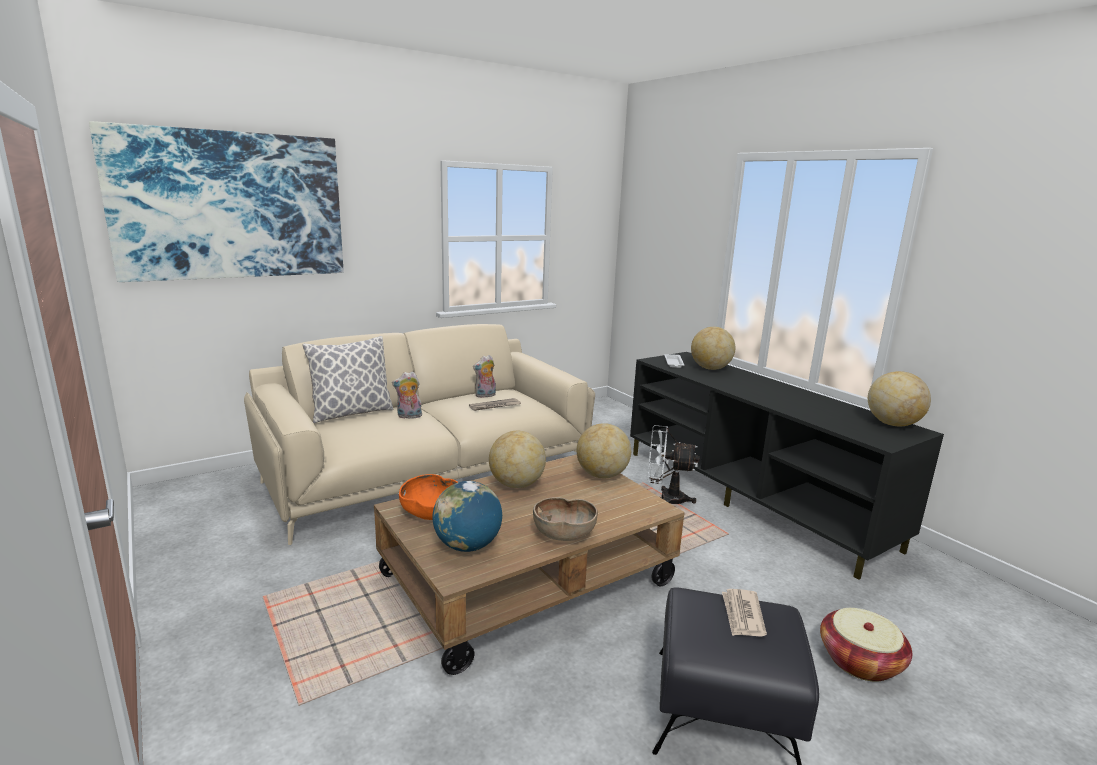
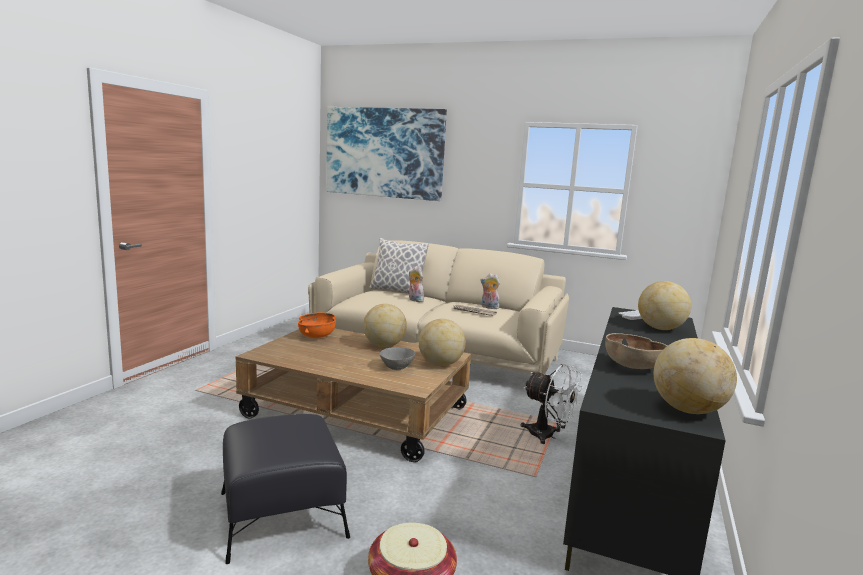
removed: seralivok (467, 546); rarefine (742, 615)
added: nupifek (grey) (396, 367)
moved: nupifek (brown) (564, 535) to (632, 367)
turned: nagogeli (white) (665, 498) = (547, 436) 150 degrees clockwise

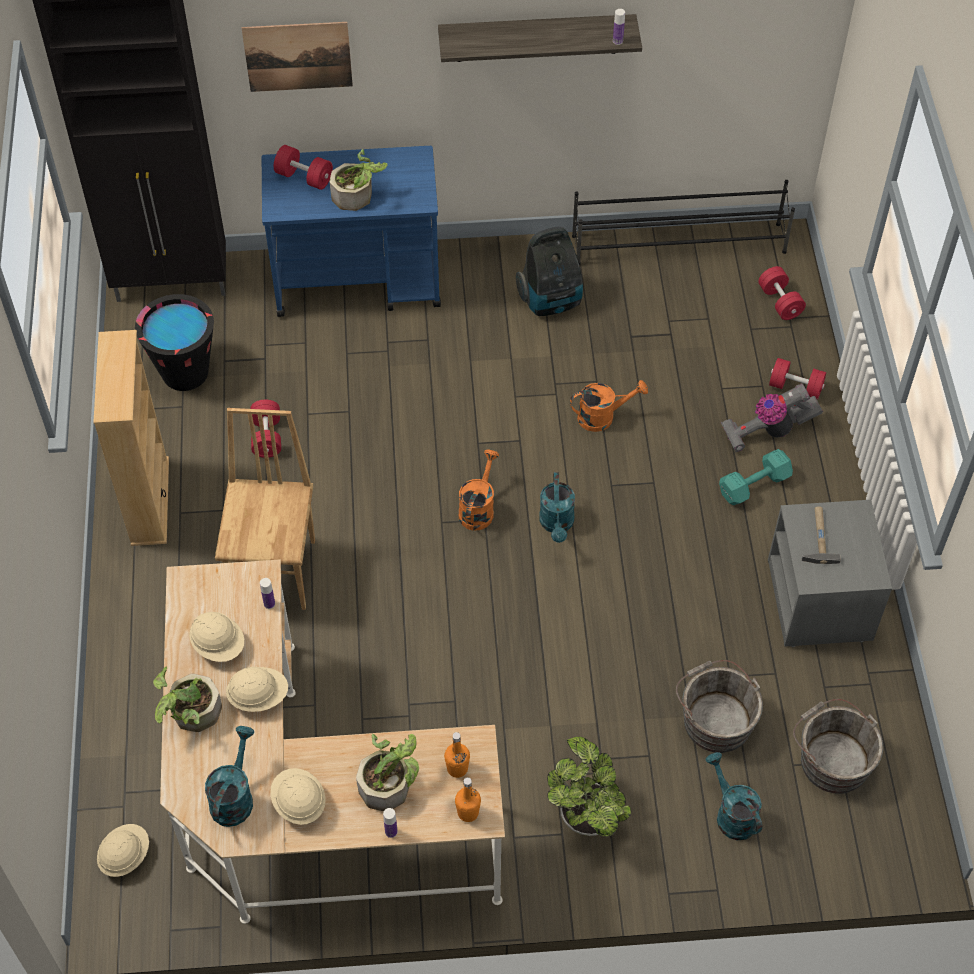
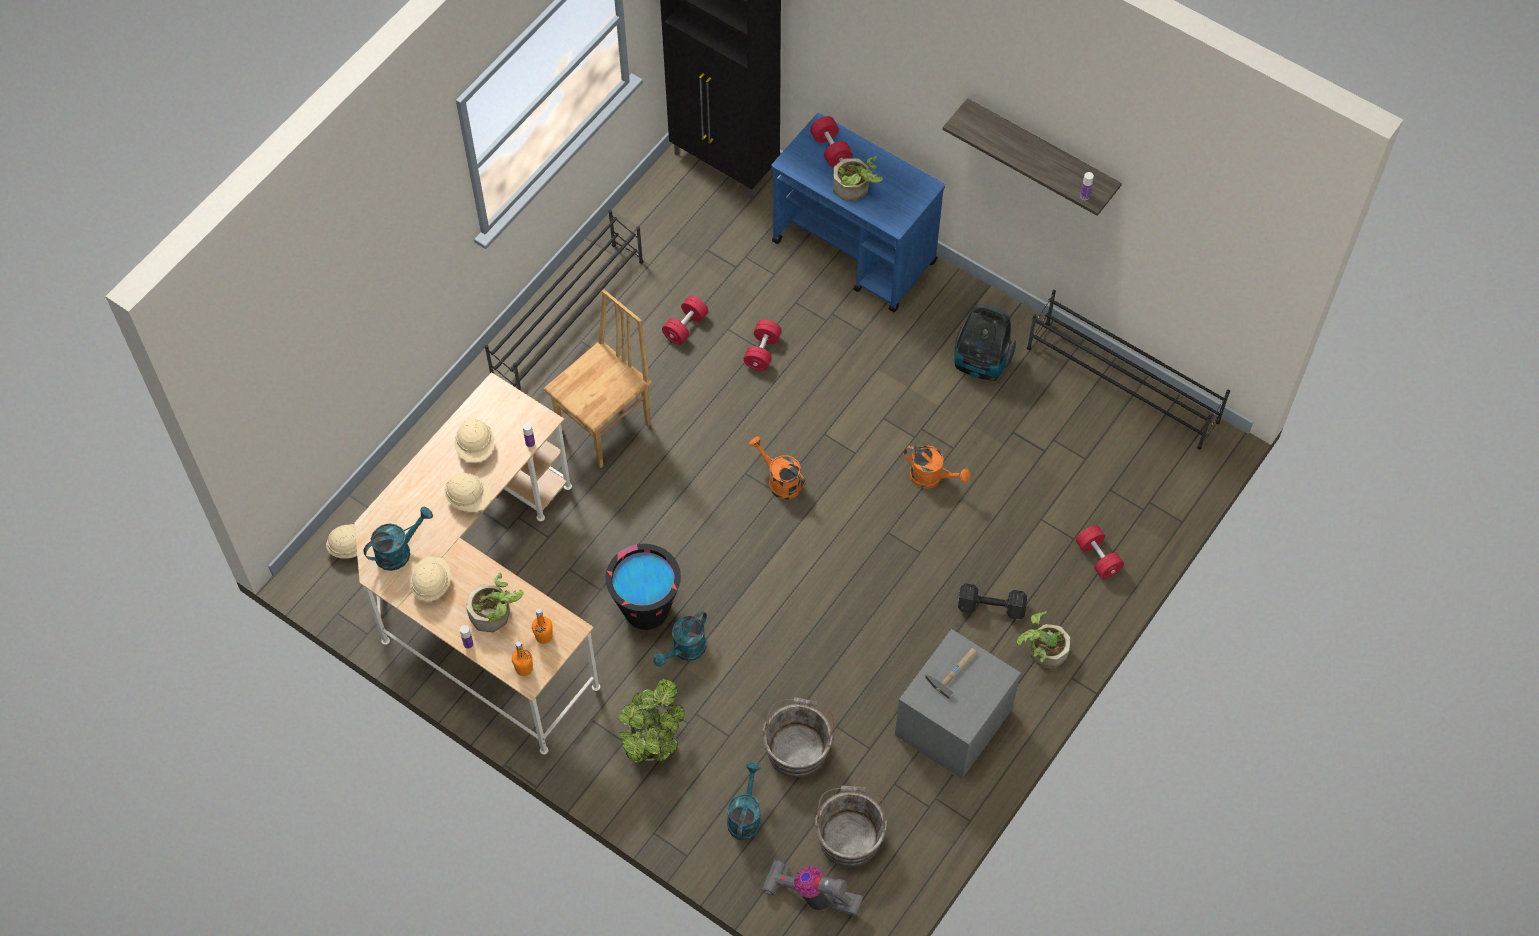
removed: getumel (298, 56)
moved: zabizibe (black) (185, 372) to (646, 609); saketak (190, 714) to (1042, 651); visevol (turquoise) (557, 524) to (685, 651); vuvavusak (768, 431) to (811, 895); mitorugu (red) (780, 302) to (762, 352)
replaced: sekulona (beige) (149, 501) to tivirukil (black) (569, 319)
recoloured: mitorugu (turquoise) (756, 485) to mitorugu (black) (992, 608)
turned: visevol (orange) (478, 508) = (779, 481) 105 degrees counterclockwise

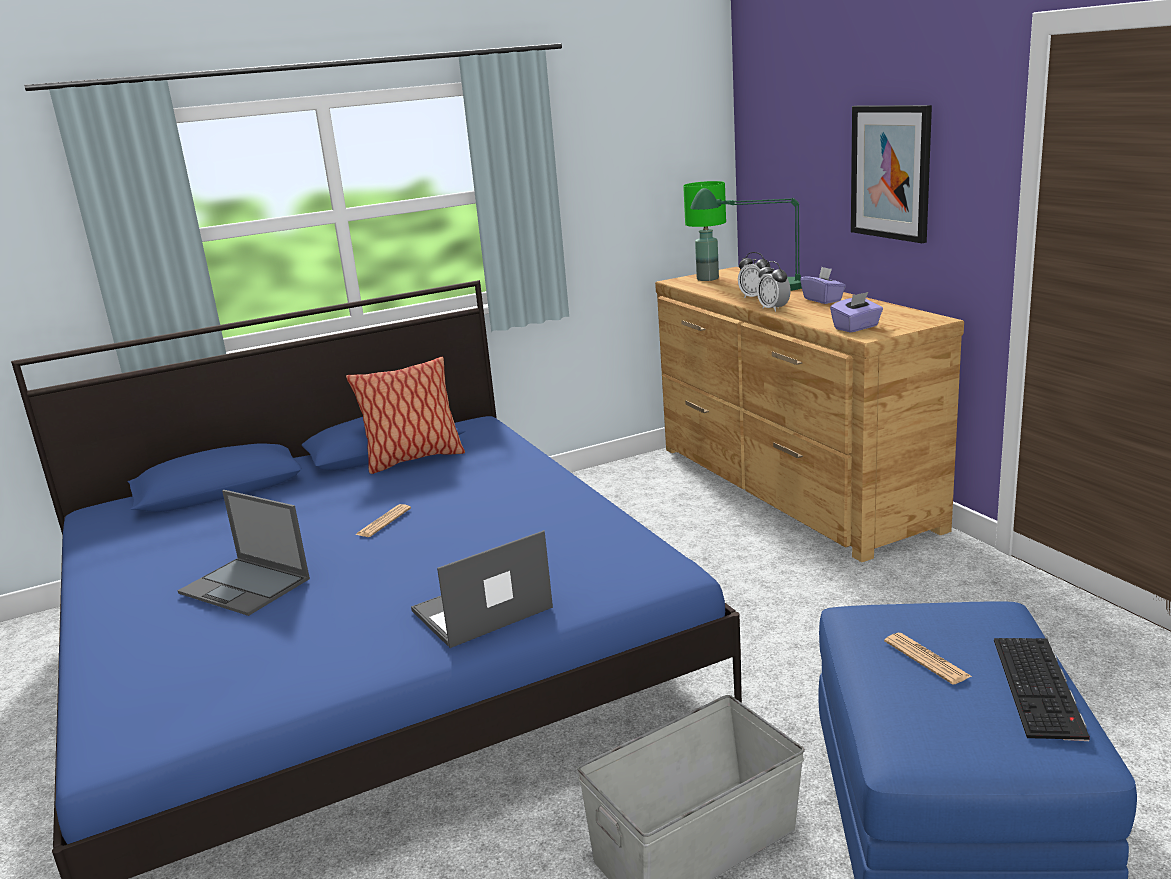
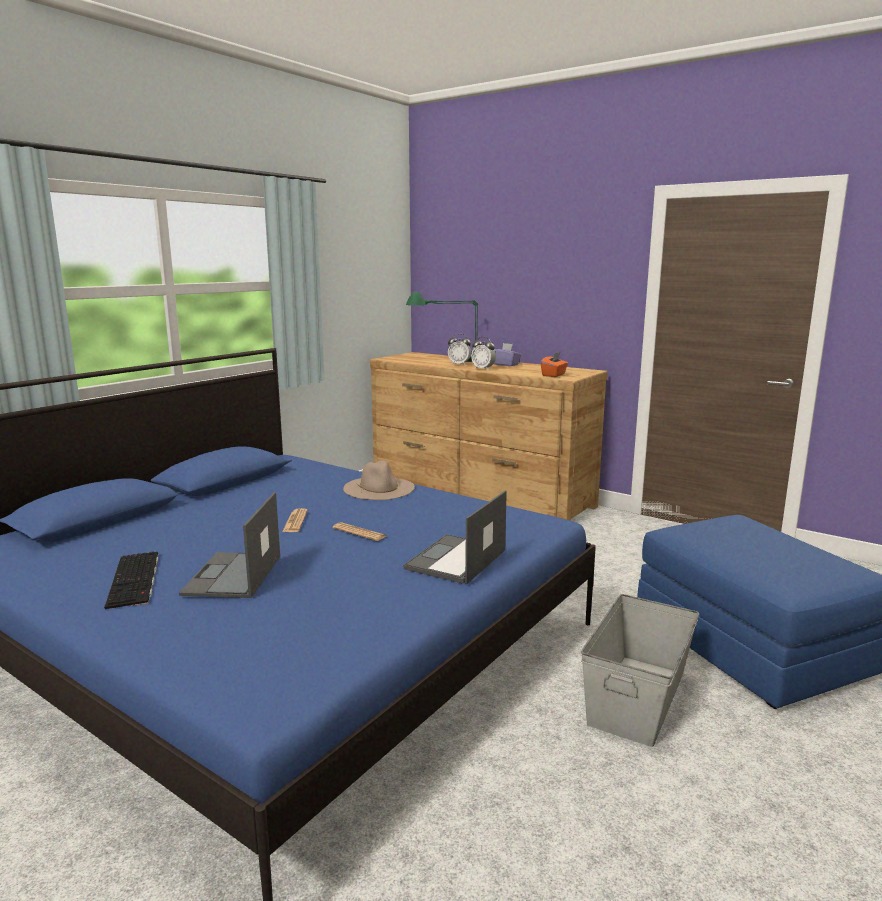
removed: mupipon (413, 459); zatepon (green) (708, 279); getumel (891, 172)
added: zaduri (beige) (379, 488)
moved: rarefine (926, 659) to (359, 532); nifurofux (1040, 688) to (135, 580)
recoloured: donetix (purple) (856, 327) to donetix (orange) (554, 375)
turned: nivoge (246, 586) = (233, 575) 90 degrees clockwise

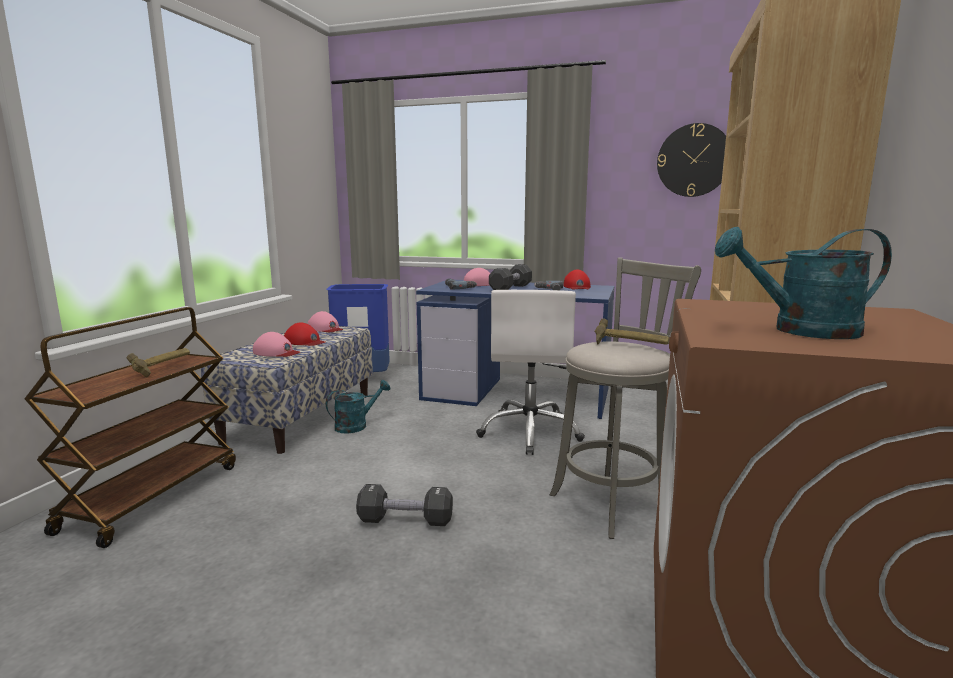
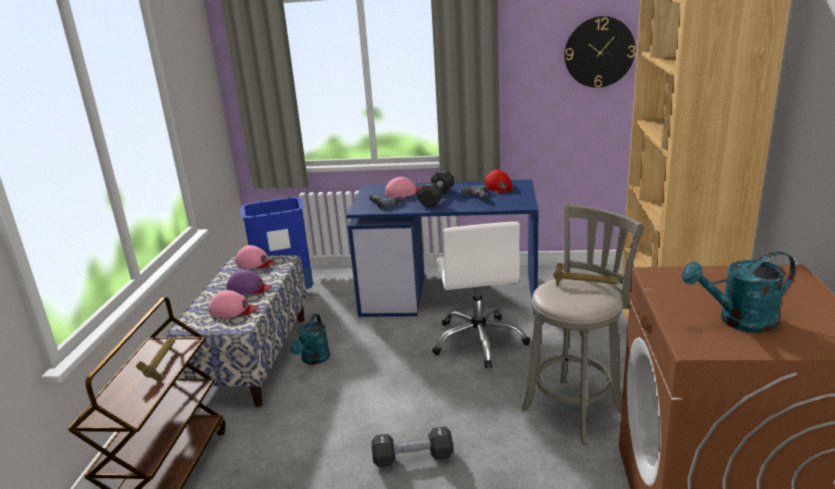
recoloured: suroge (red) (305, 342) to suroge (purple) (249, 288)
turned: visevol (turquoise) (356, 425) = (314, 359) 150 degrees clockwise

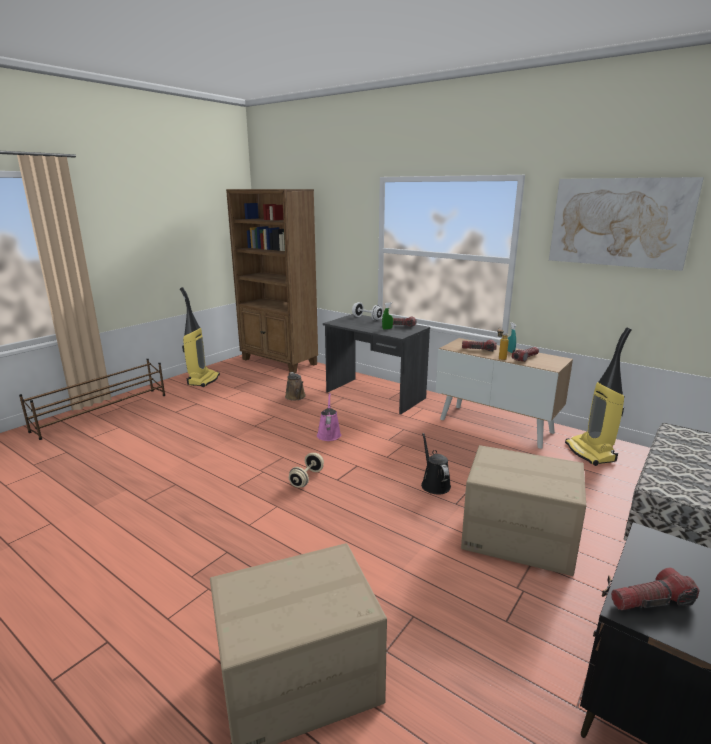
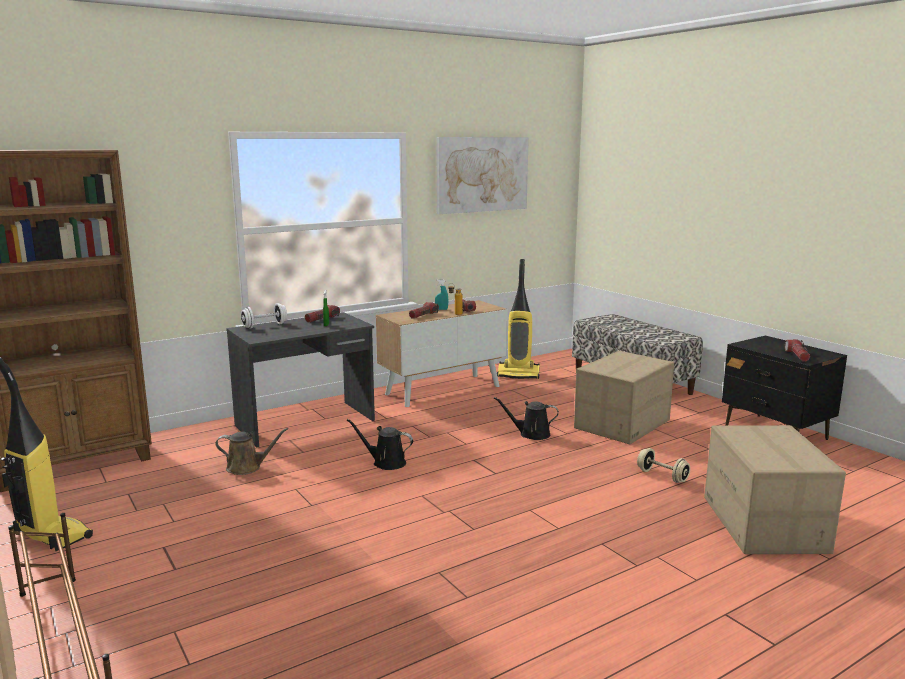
moved: mitorugu (beige) (307, 478) to (662, 476)
recoloured: visevol (pink) (329, 434) to visevol (black) (386, 463)

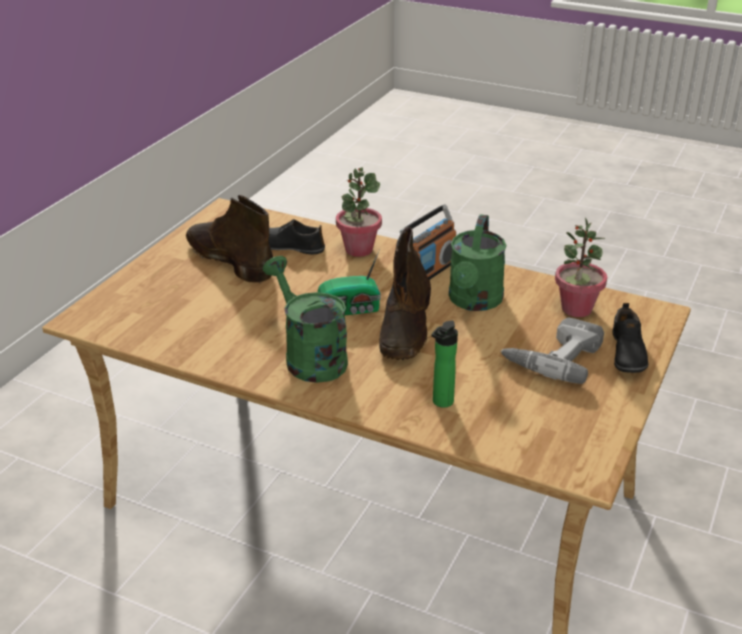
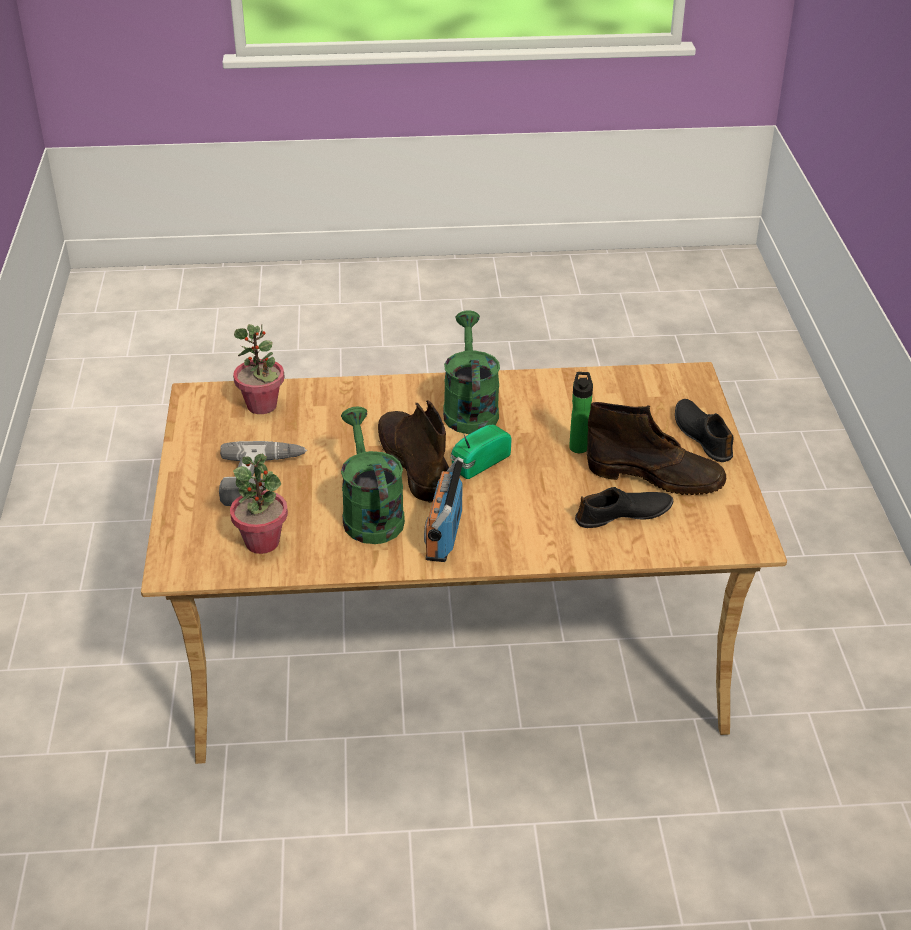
moved: saketak (358, 249) to (262, 405); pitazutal (441, 403) to (578, 445); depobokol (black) (626, 353) to (702, 435)
turned: visevol (green) (309, 357) = (469, 408) 120 degrees counterclockwise

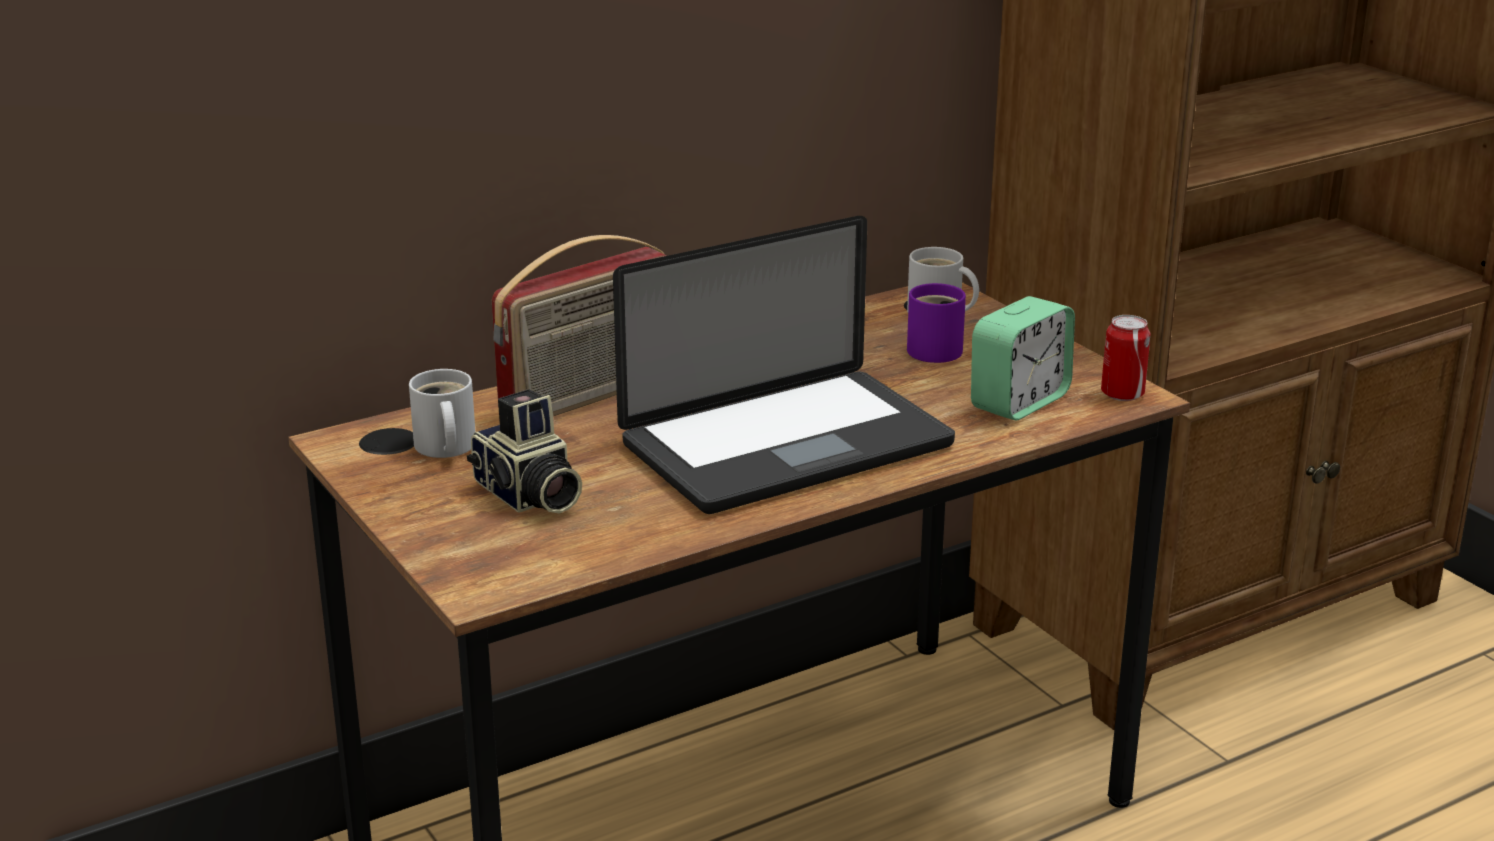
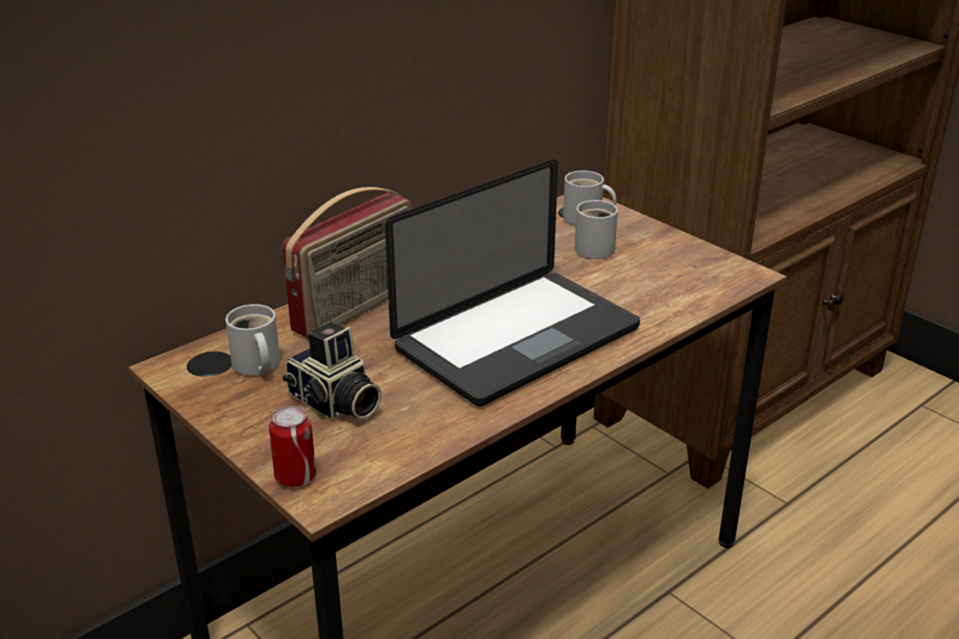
removed: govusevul (1019, 402)
moved: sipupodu (1122, 394) to (295, 477)
recoloured: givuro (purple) (934, 349) to givuro (white) (593, 247)

